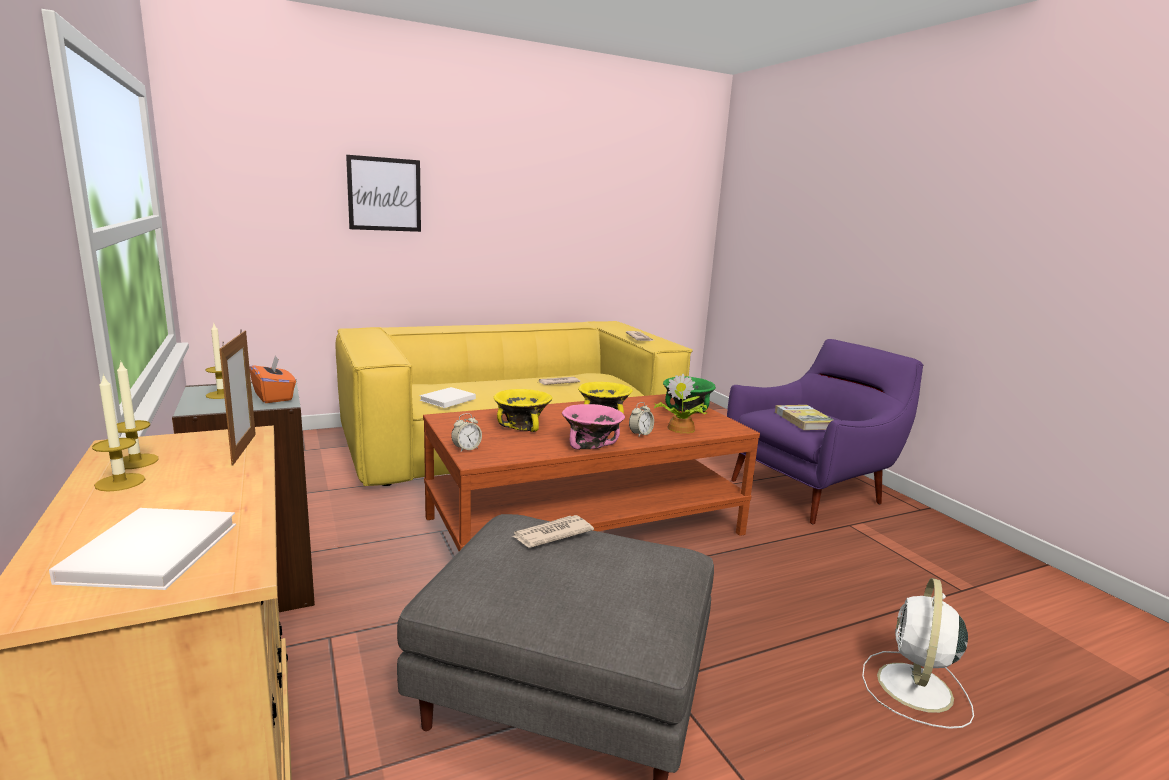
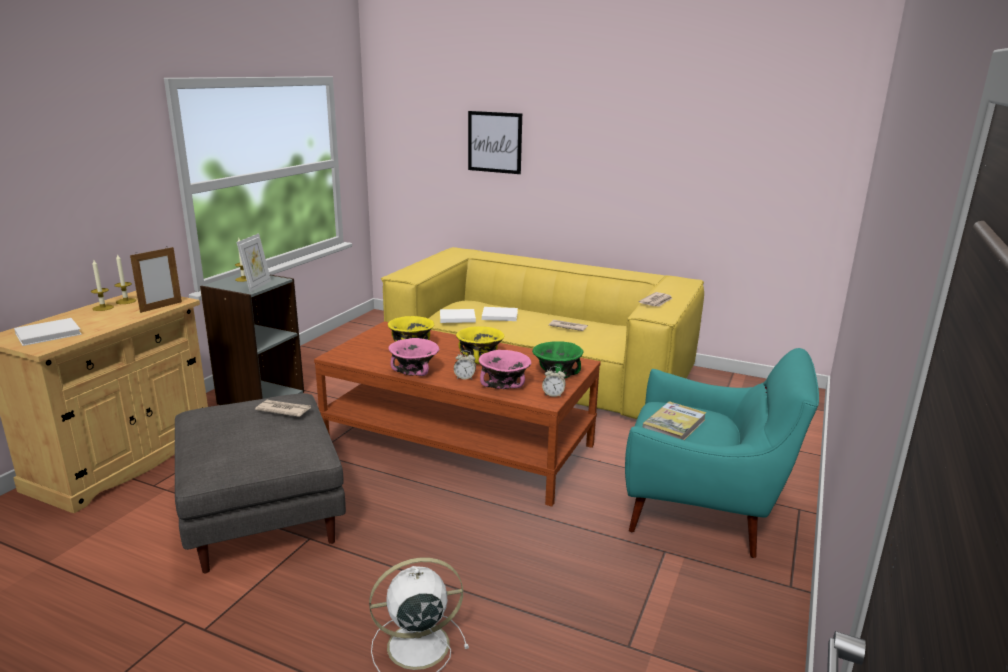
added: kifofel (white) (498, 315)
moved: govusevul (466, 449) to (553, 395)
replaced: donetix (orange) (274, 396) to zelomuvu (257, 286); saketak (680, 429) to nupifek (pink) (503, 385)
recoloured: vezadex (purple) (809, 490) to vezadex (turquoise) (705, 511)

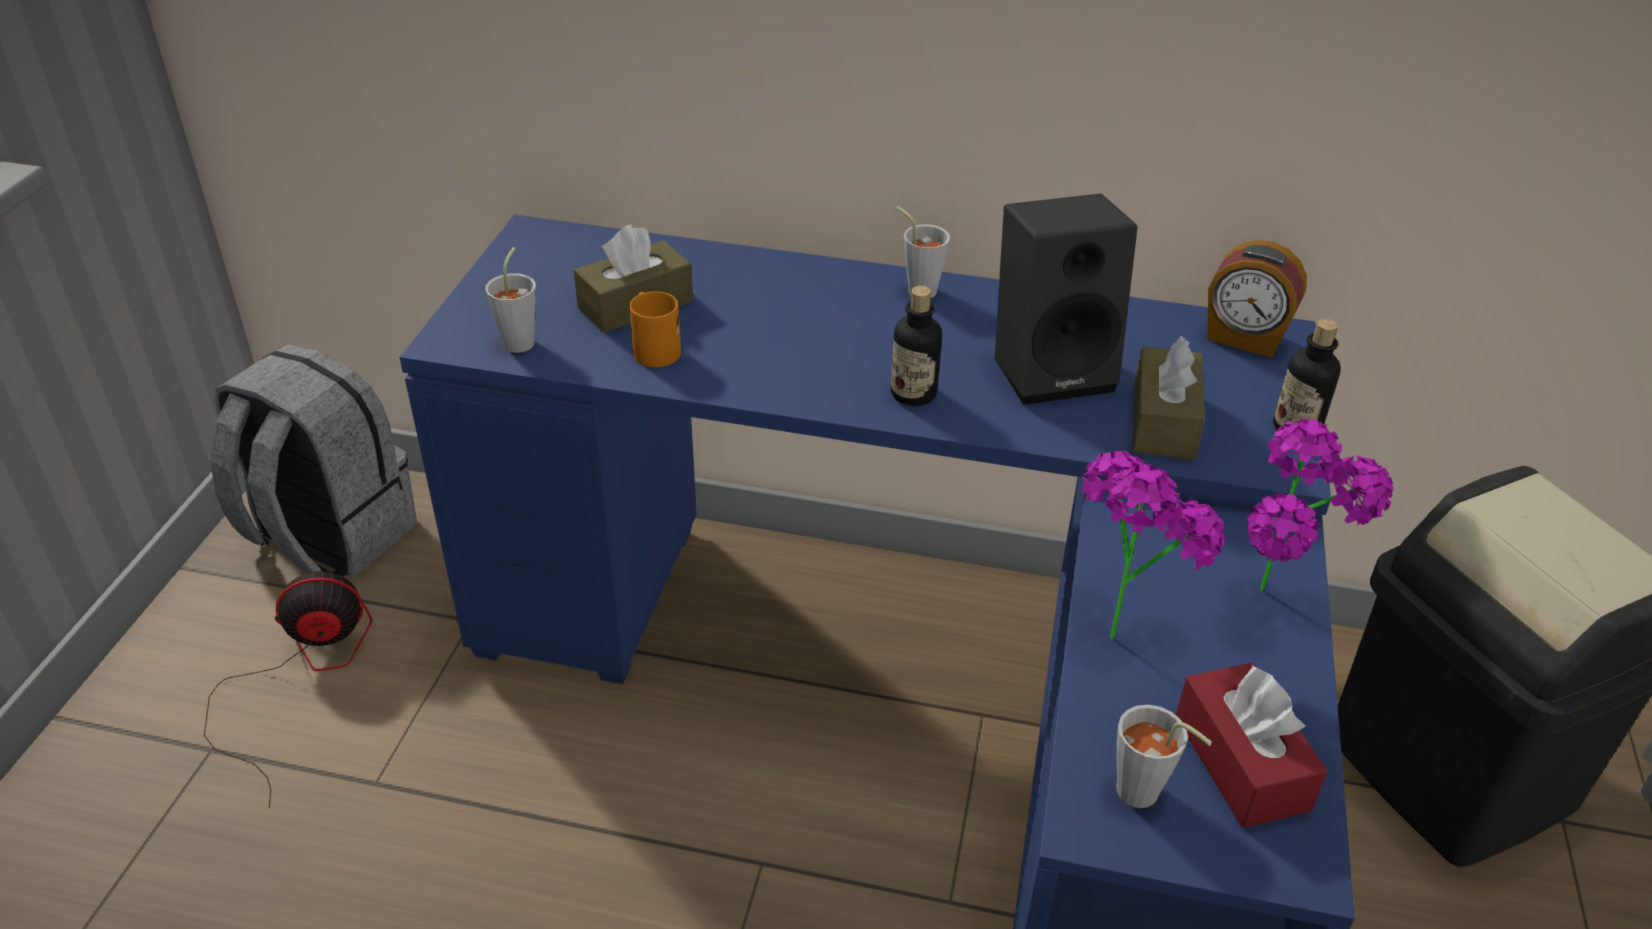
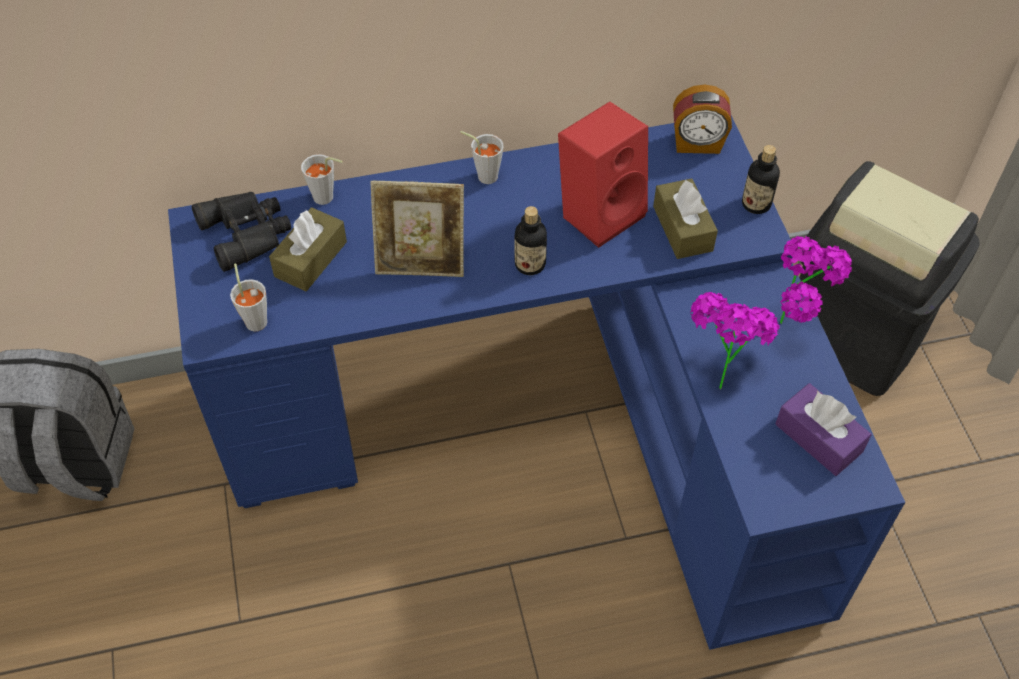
removed: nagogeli (300, 676); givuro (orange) (652, 348)
added: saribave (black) (247, 232); zelomuvu (421, 262)
moved: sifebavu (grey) (1145, 797) to (327, 198)
recoloured: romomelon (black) (1053, 369) to romomelon (red) (600, 212); donetix (red) (1241, 762) to donetix (purple) (818, 438)

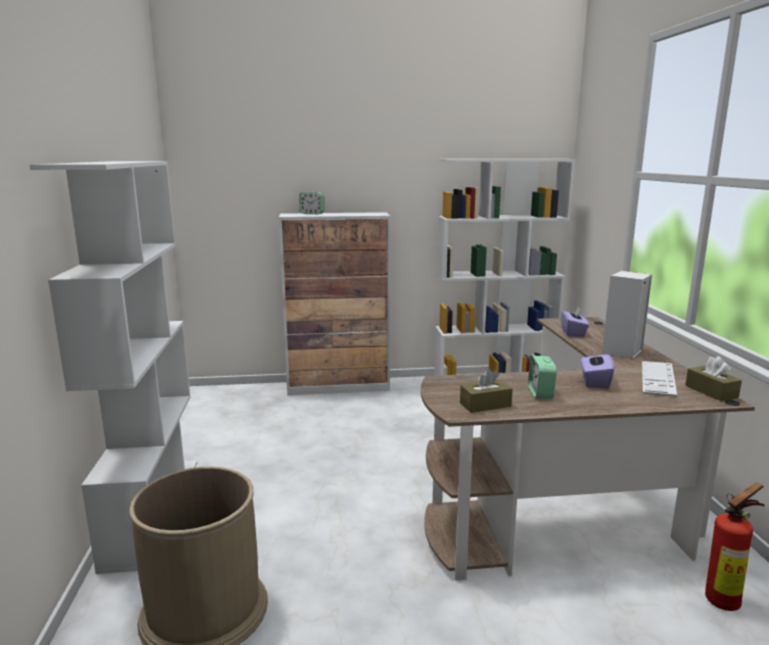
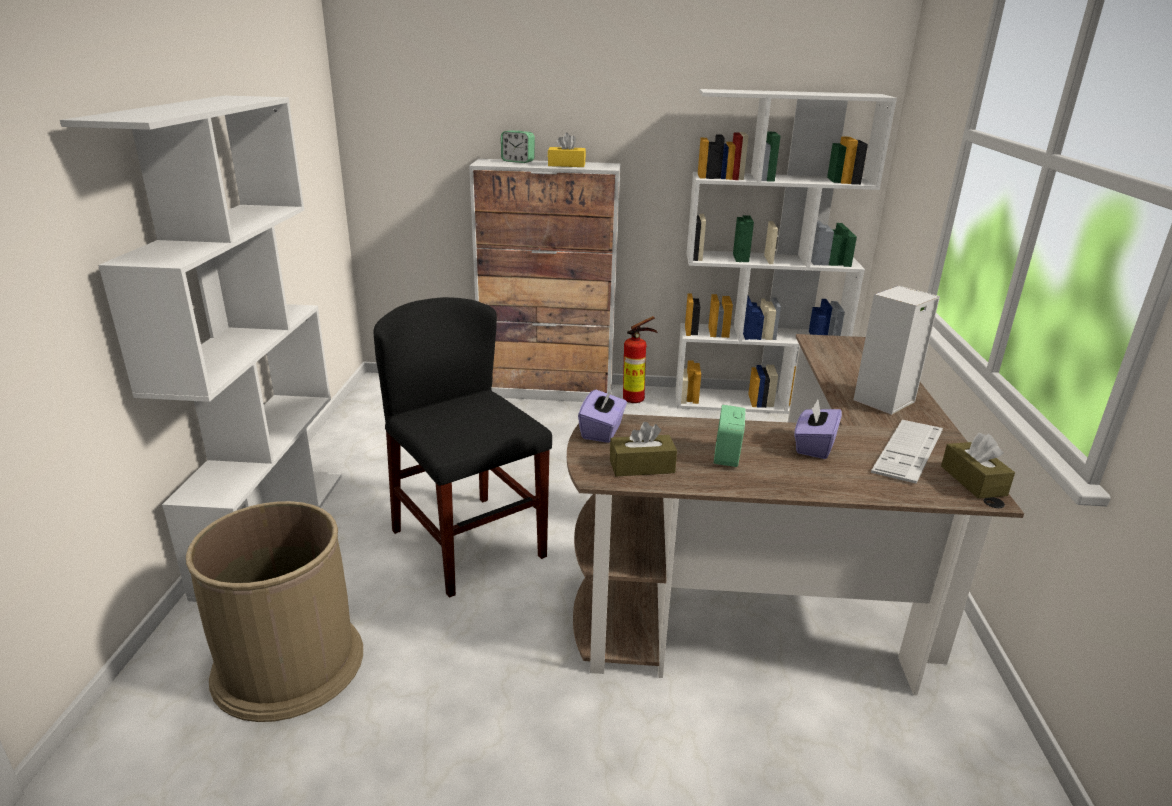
added: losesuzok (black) (468, 543); donetix (yellow) (566, 165)
moved: donetix (purple) (573, 333) to (602, 431); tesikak (726, 600) to (637, 399)

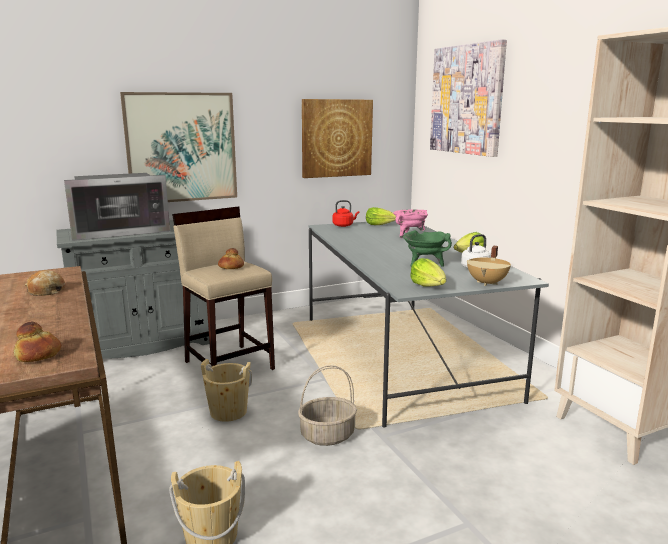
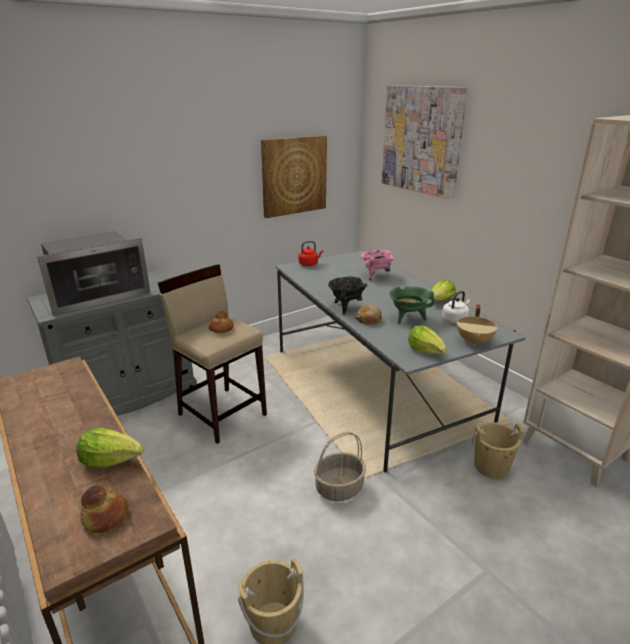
removed: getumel (181, 147)
added: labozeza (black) (346, 307)
moved: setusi (46, 291) to (368, 320); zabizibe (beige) (228, 412) to (491, 466); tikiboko (379, 225) to (111, 460)

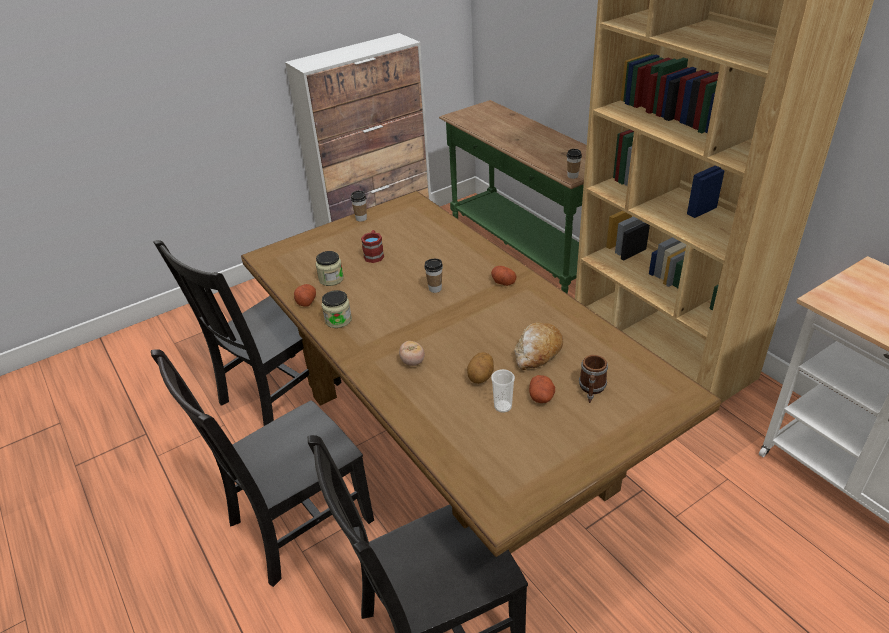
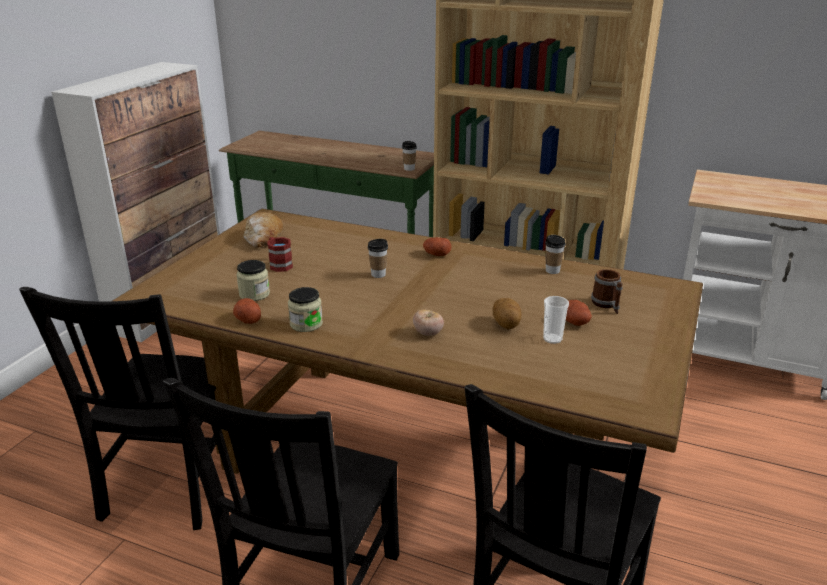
moved: sifebavu (361, 218) to (552, 271); setusi (537, 353) to (263, 238)

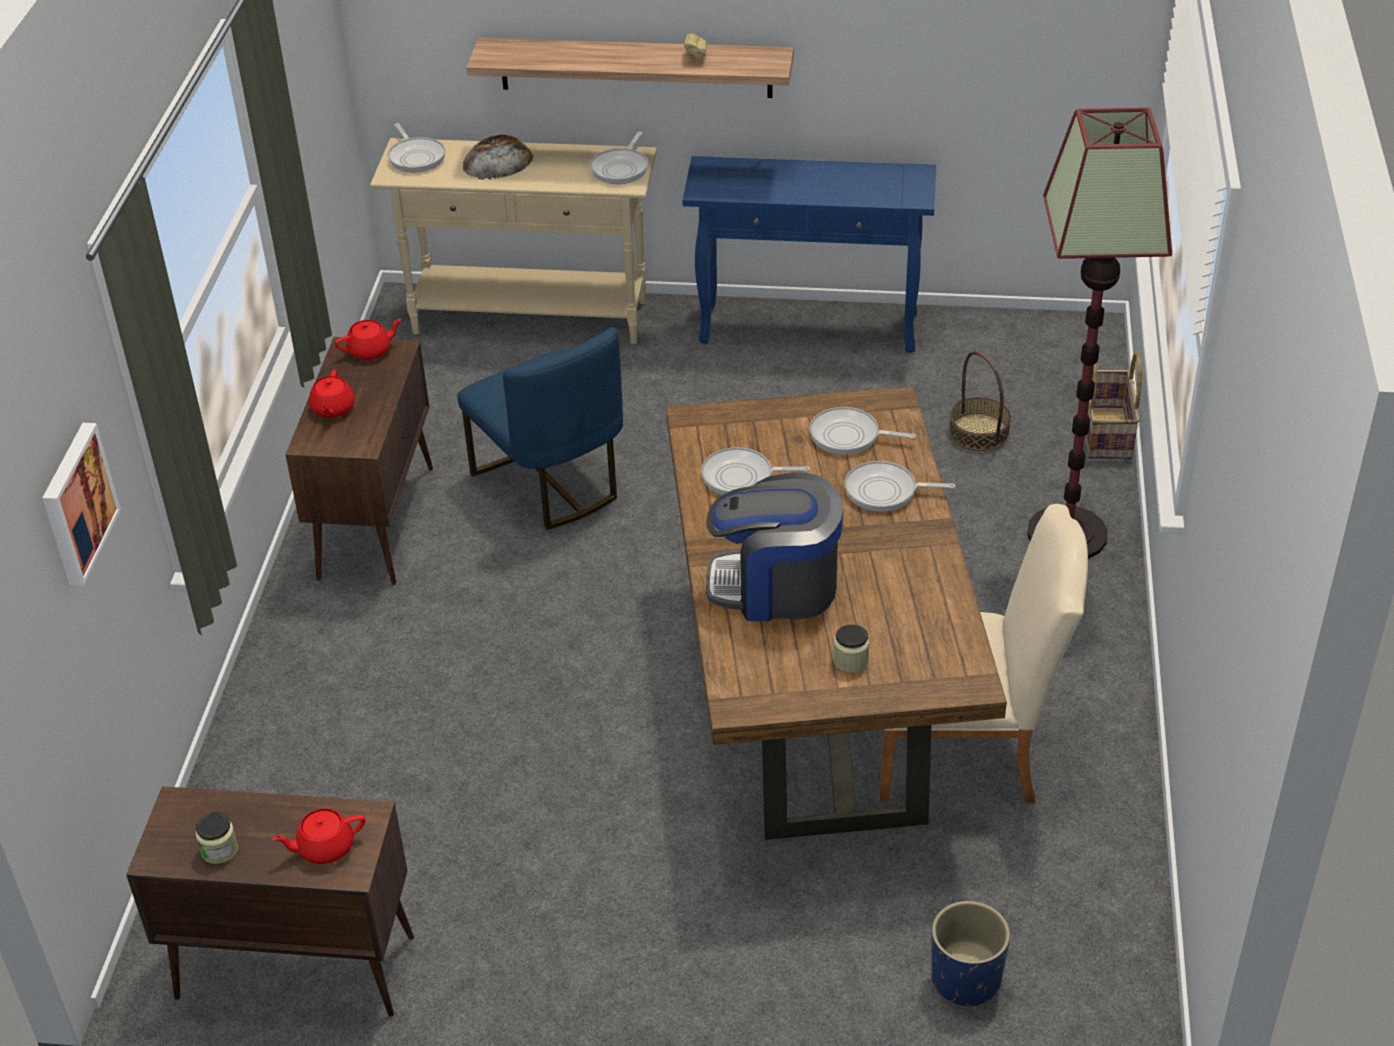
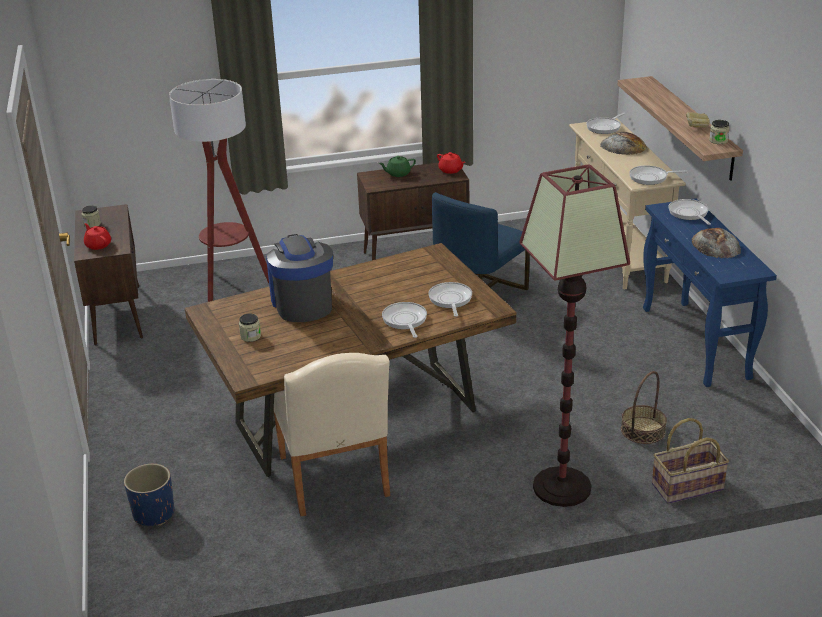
removed: getumel (76, 503)
added: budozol (230, 286); setusi (715, 245); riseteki (718, 141)
moved: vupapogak (742, 477) to (689, 213)
recoloured: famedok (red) (332, 409) to famedok (green) (398, 173)

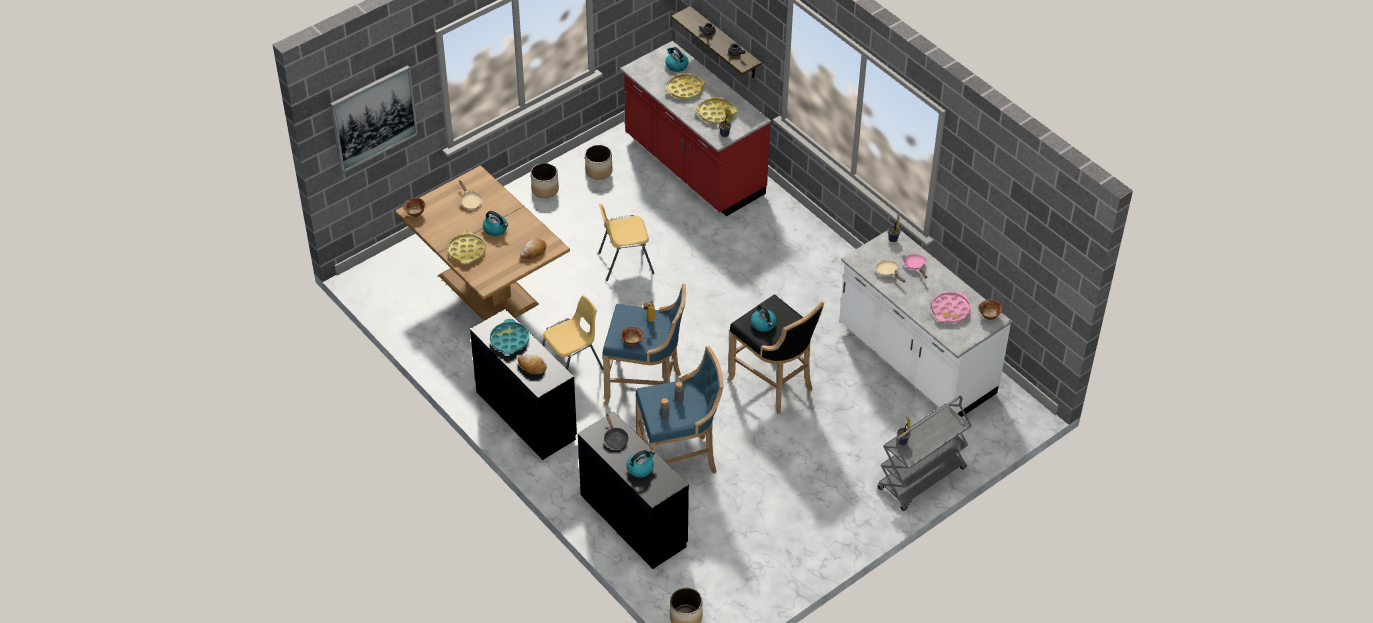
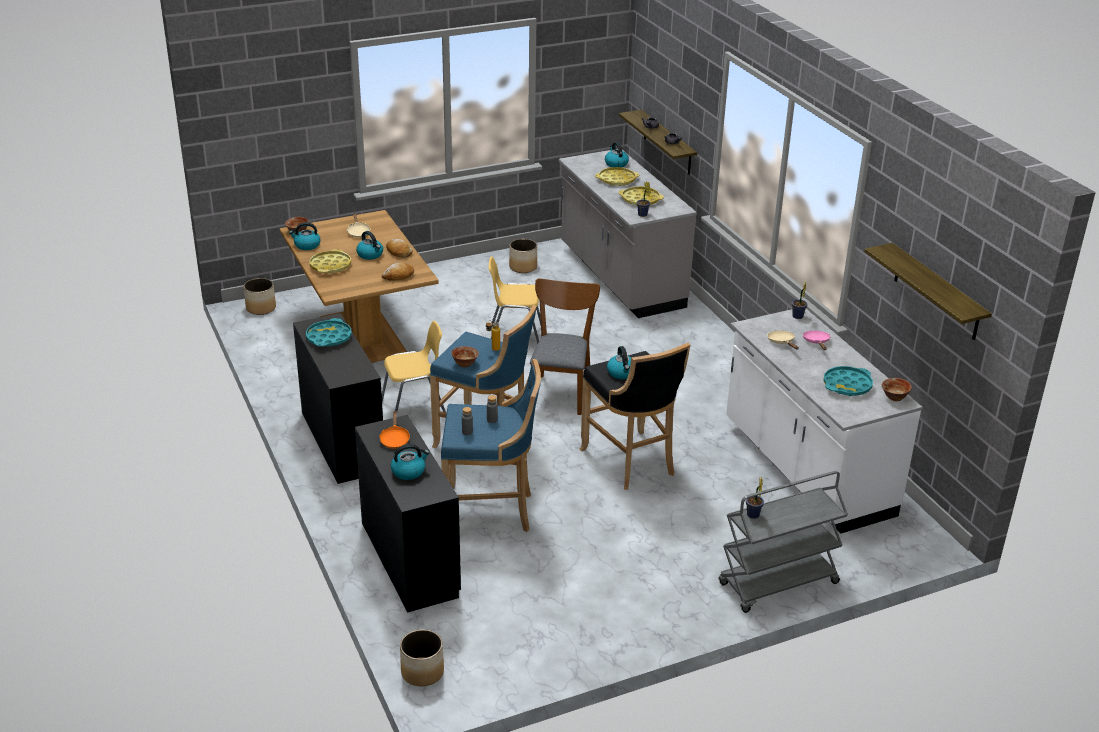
removed: getumel (373, 118)
added: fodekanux (306, 245); losesuzok (brown) (561, 391); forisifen (936, 292)
moved: setusi (532, 366) to (398, 252); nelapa (545, 190) to (261, 308)
recoloured: vupapogak (black) (615, 439) to vupapogak (orange) (394, 439); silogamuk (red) (693, 167) to silogamuk (grey) (620, 278); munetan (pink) (950, 310) to munetan (turquoise) (847, 385)

